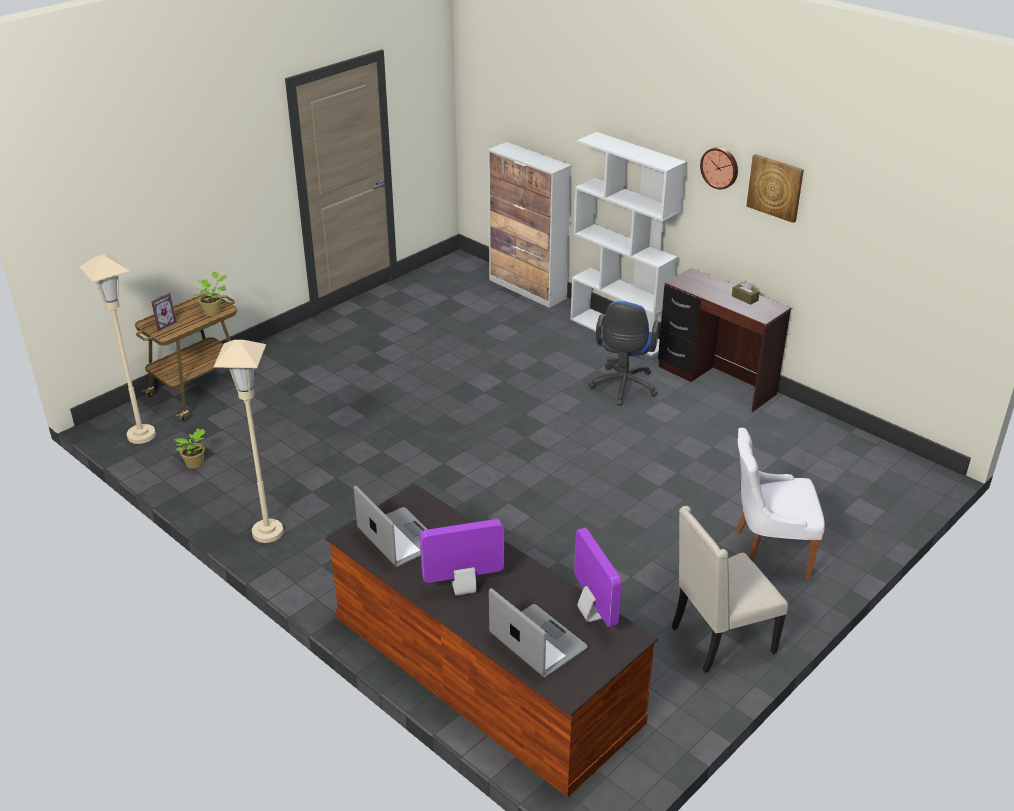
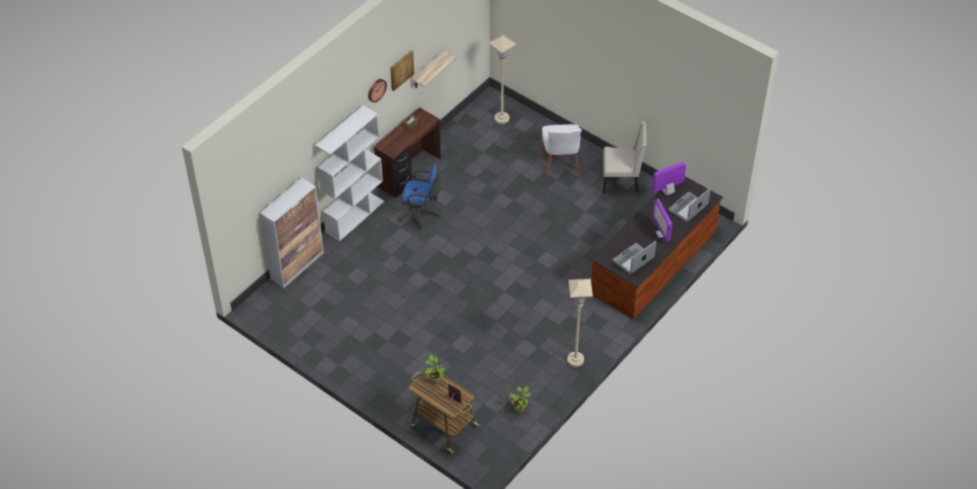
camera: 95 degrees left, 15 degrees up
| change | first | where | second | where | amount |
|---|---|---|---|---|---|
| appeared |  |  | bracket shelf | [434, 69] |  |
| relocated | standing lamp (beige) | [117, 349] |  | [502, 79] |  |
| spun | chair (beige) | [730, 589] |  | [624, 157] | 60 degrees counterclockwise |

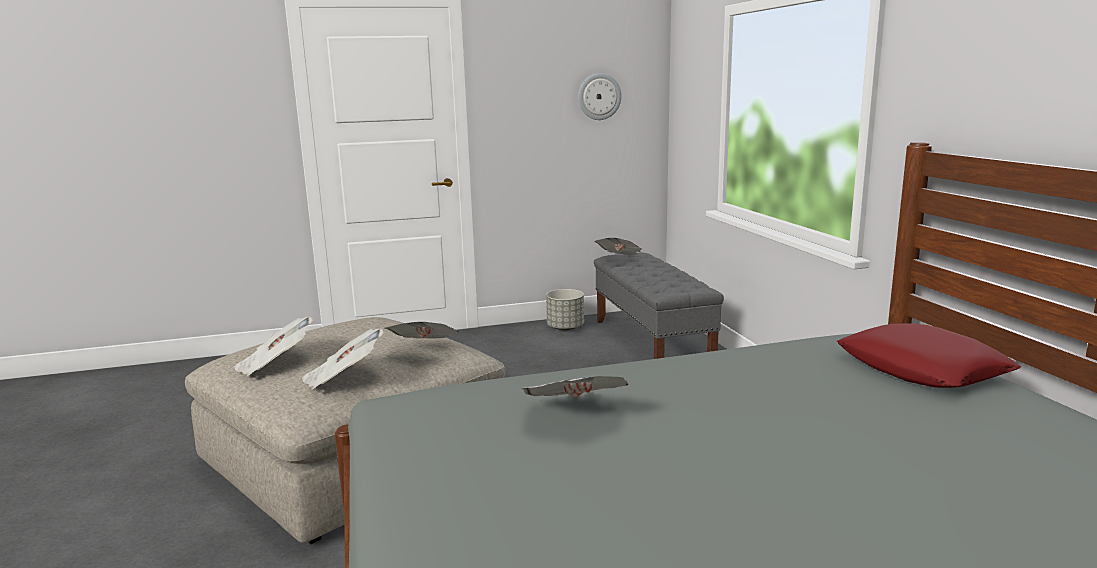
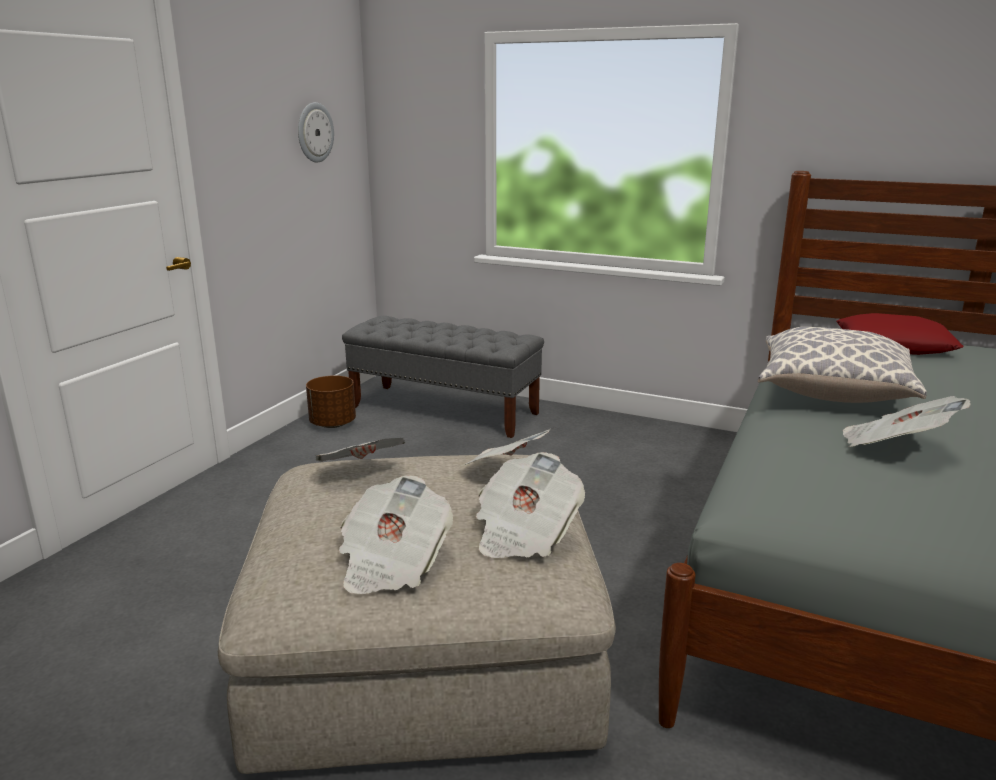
camera: 50 degrees left, 5 degrees up
| change | first | where | second | where | amount |
|---|---|---|---|---|---|
| appeared |  |  | cushion | [842, 365] |  |
| relocated | daily paper | [618, 246] |  | [361, 449] |  |
| colour | flower pot (gray) | [565, 310] | flower pot (brown-coloured) | [331, 401] |  |

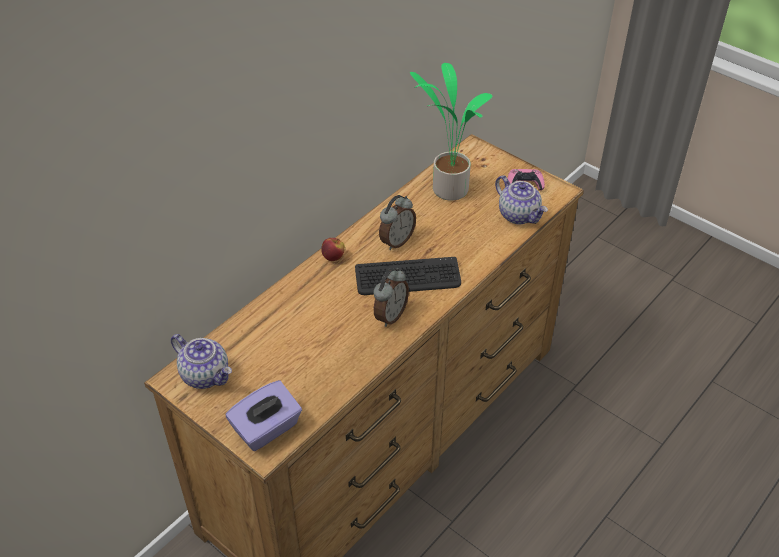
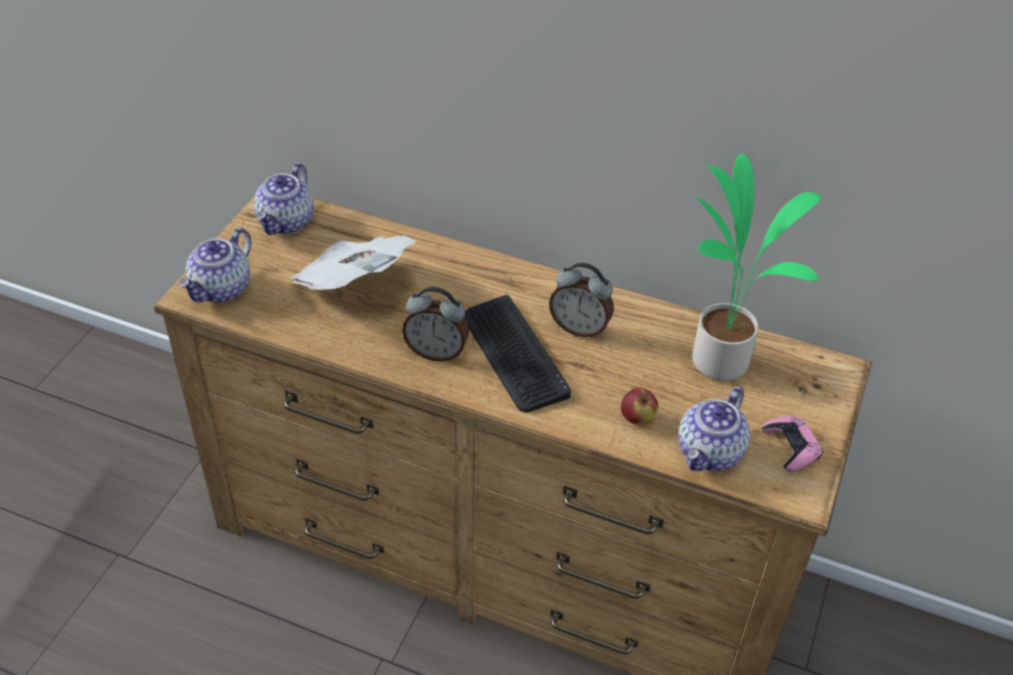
camera: 70 degrees right, 0 degrees up
| change | first | where | second | where | amount |
|---|---|---|---|---|---|
| appeared |  |  | daily paper | [352, 262] |  |
| relocated | whole apple | [333, 249] |  | [640, 406] |  |
| exchanged | tissue holder (purplish) | [264, 415] | pot for tea | [215, 265] |  |

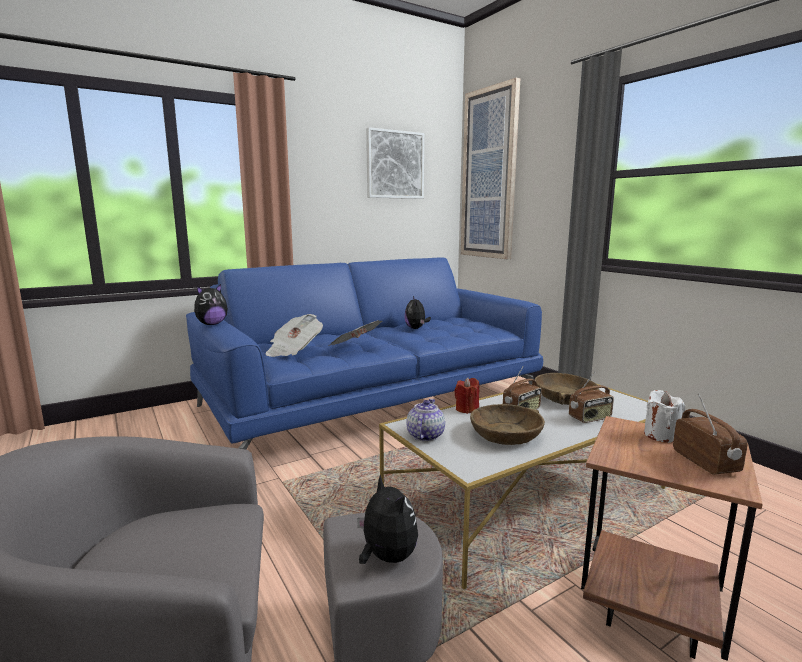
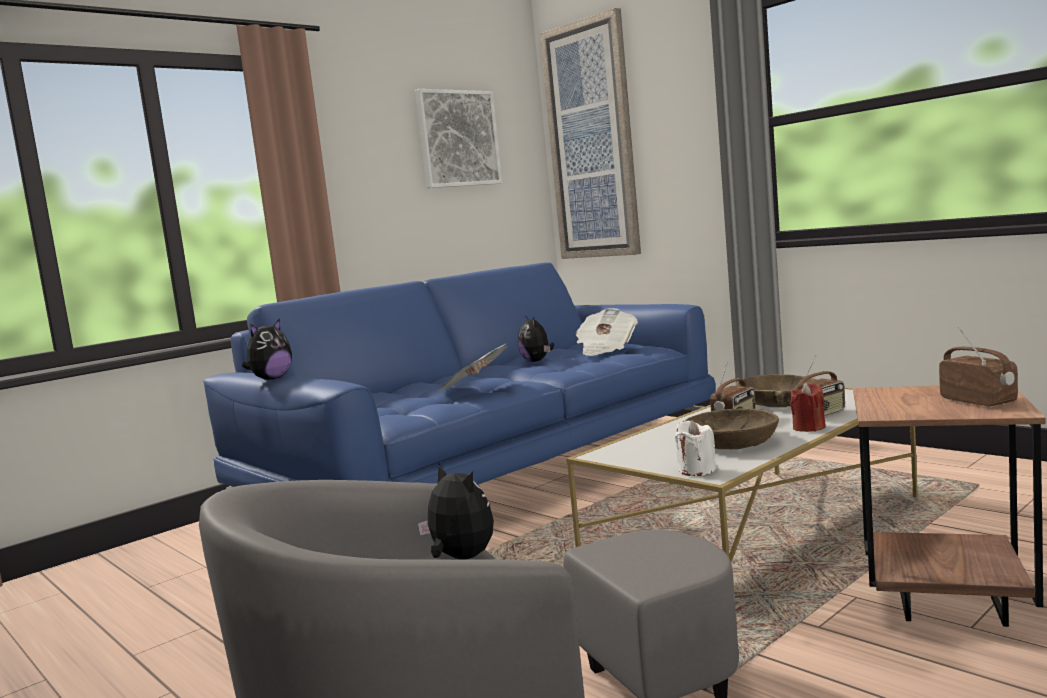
camera: 10 degrees left, 5 degrees down
| change | first | where | second | where | amount |
|---|---|---|---|---|---|
| missing | pot for tea | [425, 420] |  |  |  |
| relocated | daily paper | [294, 335] |  | [606, 332] |  |
| relocated | cuddly toy | [387, 519] |  | [456, 511] |  |
| relocated | wax candle (reddish) | [466, 395] |  | [808, 407] |  |
| relocated | wax candle (whitish) | [664, 416] |  | [696, 448] |  |

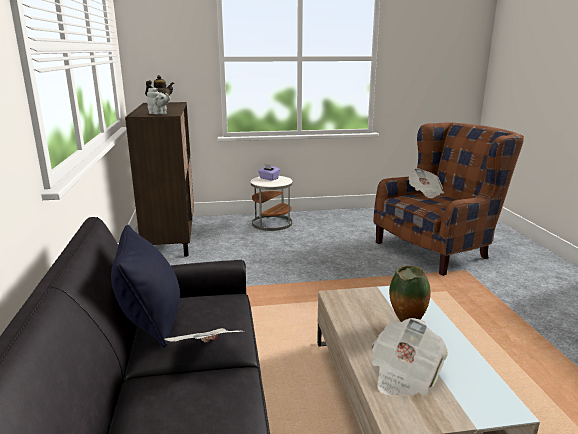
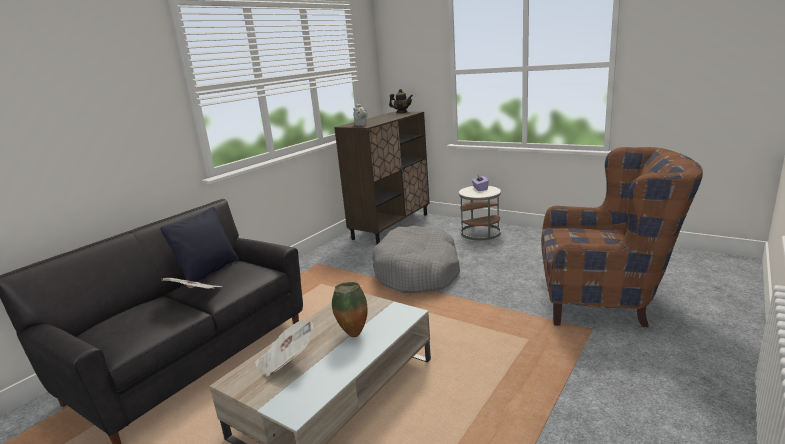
camera: 45 degrees right, 0 degrees up
| change | first | where | second | where | amount |
|---|---|---|---|---|---|
| missing | daily paper | [426, 183] |  |  |  |
| appeared |  |  | dog bed (gray) | [416, 259] |  |

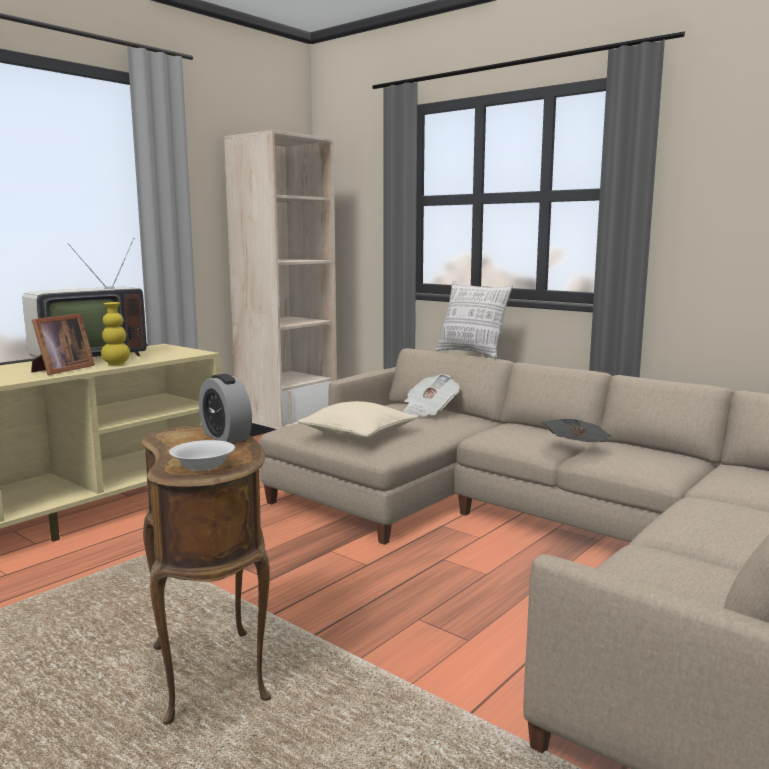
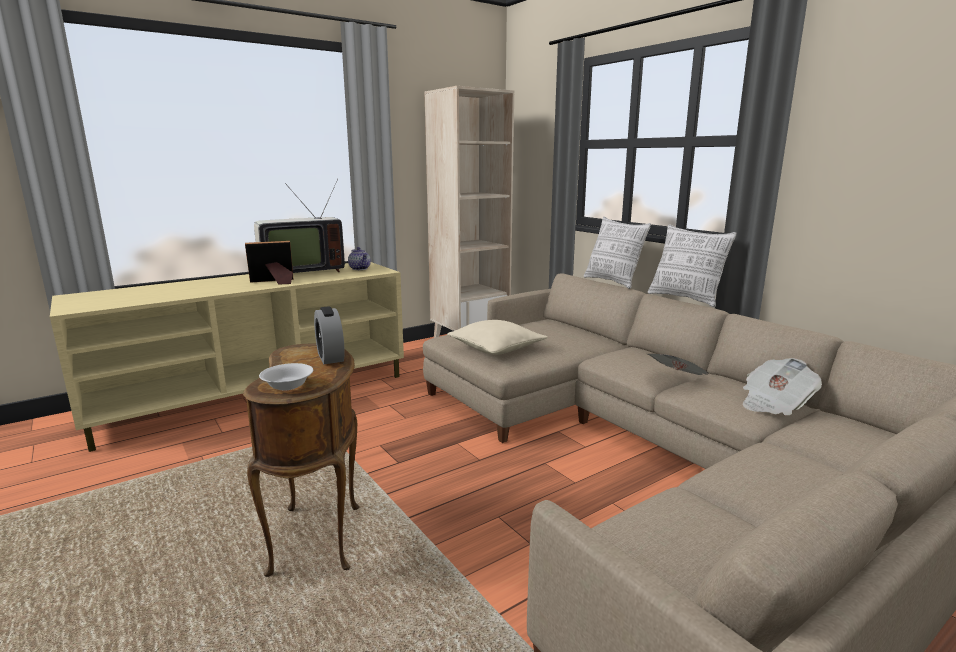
camera: 15 degrees right, 5 degrees up
| change | first | where | second | where | amount |
|---|---|---|---|---|---|
| missing | decorative vase (yellow-coloured) | [115, 333] |  |  |  |
| appeared |  |  | pot for tea | [359, 258] |  |
| appeared |  |  | cushion | [692, 265] |  |
| relocated | daily paper | [431, 395] |  | [782, 386] |  |
| spun | standing frame | [63, 344] |  | [269, 263] | 150 degrees counterclockwise |

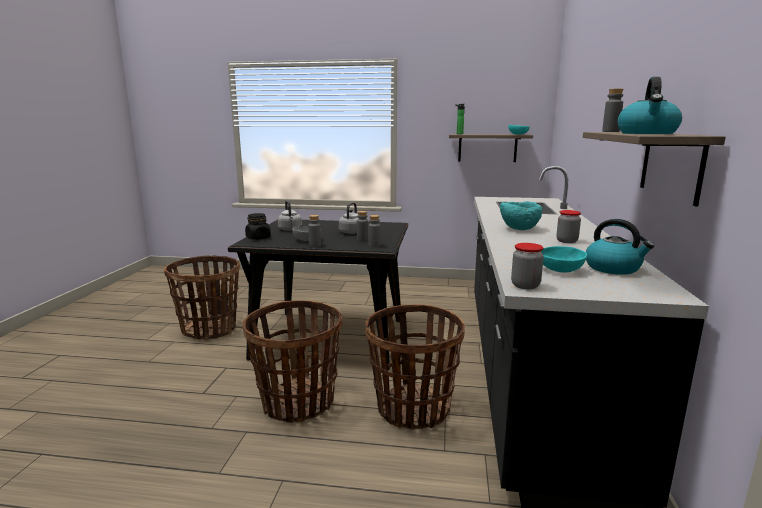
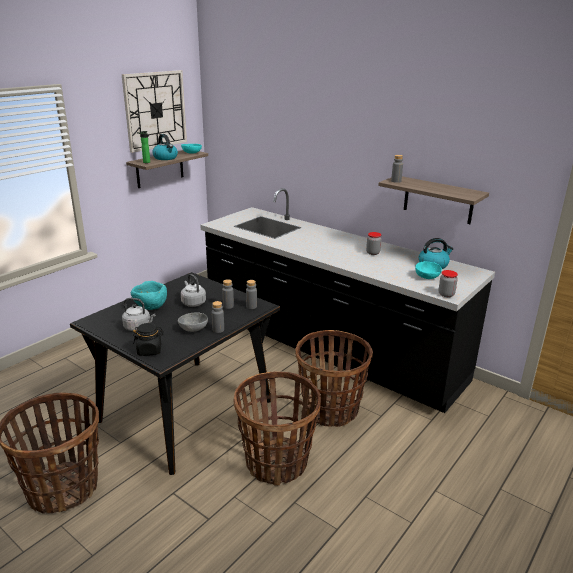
camera: 60 degrees left, 10 degrees up
| change | first | where | second | where | amount |
|---|---|---|---|---|---|
| appeared |  |  | hanging clock | [154, 111] |  |
| relocated | deep dish (turquoise-coloured) | [521, 215] |  | [149, 295] |  |
| relocated | water kettle | [650, 105] |  | [165, 147] |  |

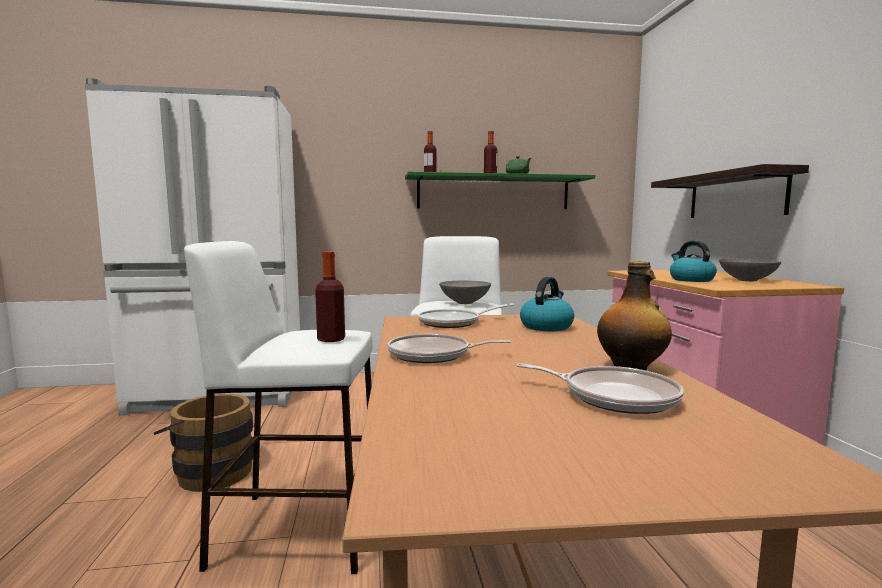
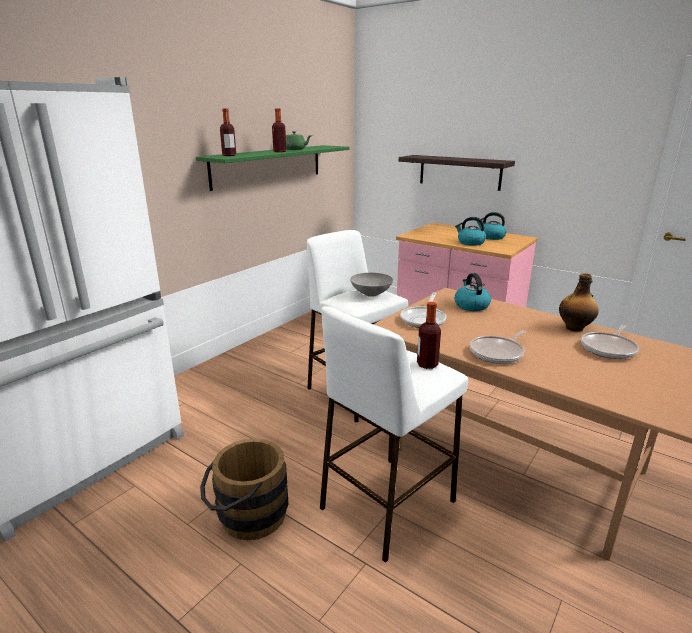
camera: 45 degrees left, 15 degrees up
| change | first | where | second | where | amount |
|---|---|---|---|---|---|
| exchanged | deep dish (gray) | [750, 270] | water kettle | [492, 226] |  |
| spun | skillet | [600, 388] |  | [610, 342] | 150 degrees clockwise |

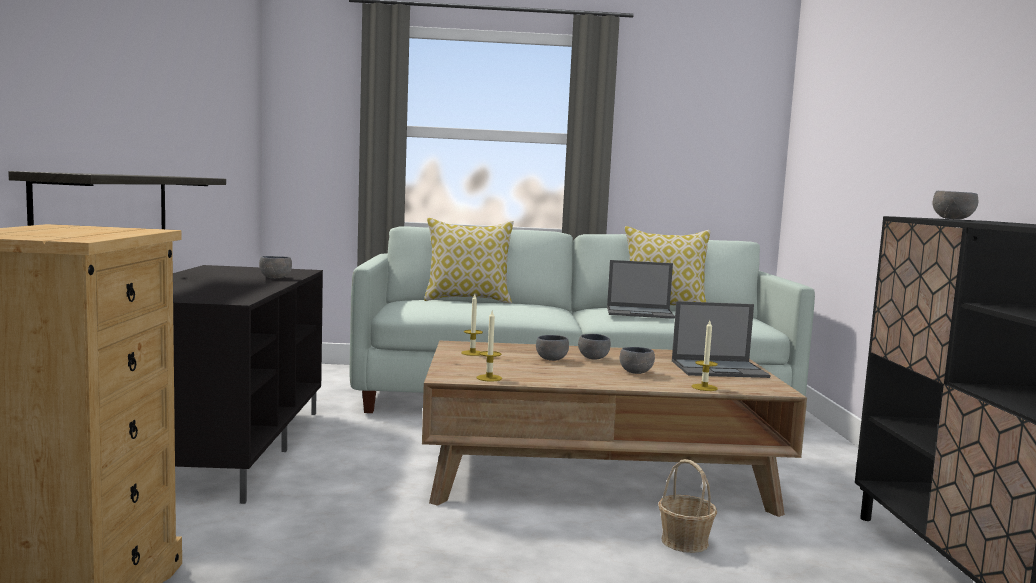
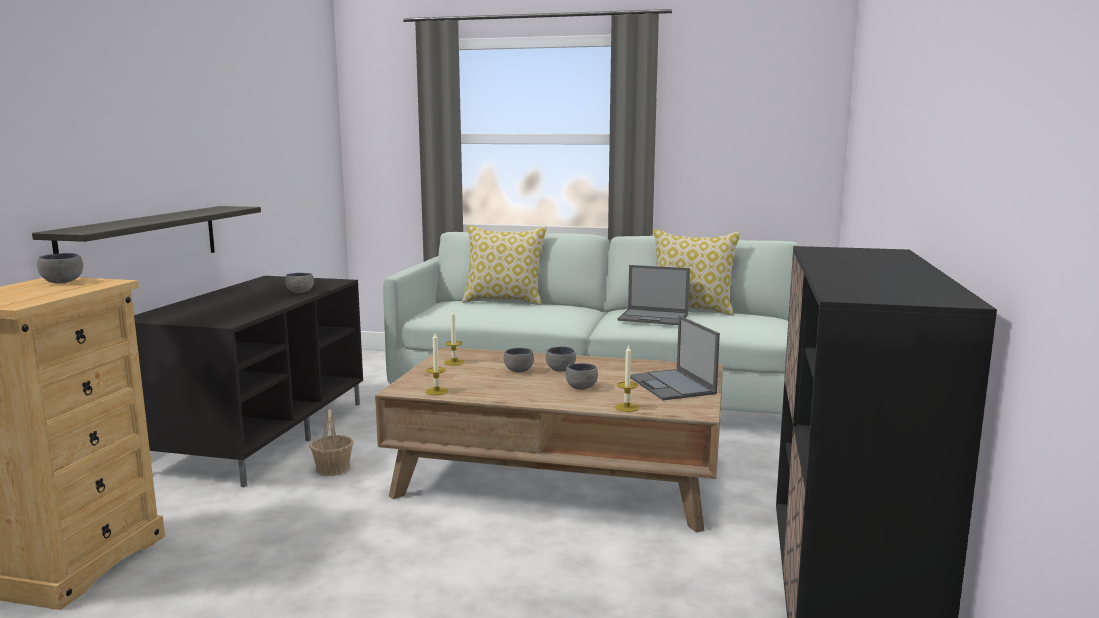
camera: 15 degrees right, 5 degrees up
| change | first | where | second | where | amount |
|---|---|---|---|---|---|
| relocated | household basket | [687, 506] |  | [331, 442] |  |
| relocated | deep dish (gray) | [955, 205] |  | [60, 268] |  |
| spun | laptop | [721, 339] |  | [675, 358] | 60 degrees clockwise |

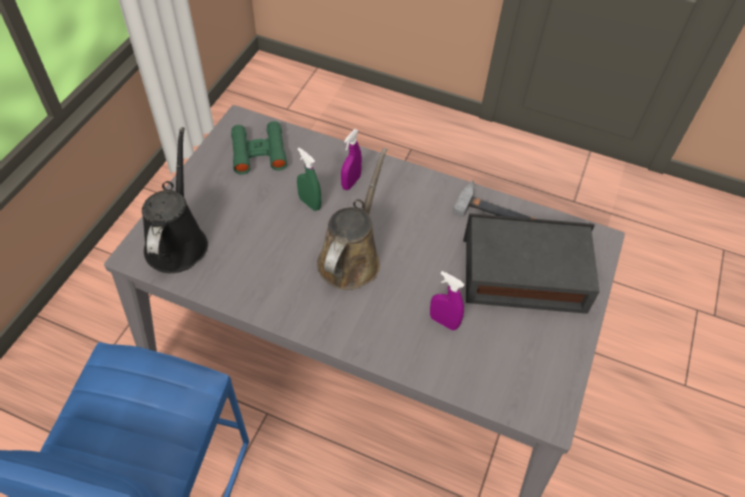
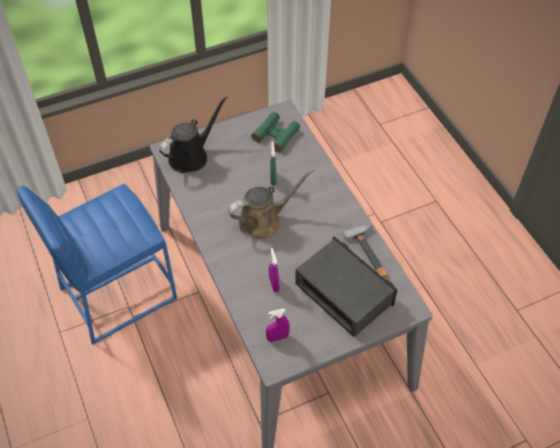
camera: 45 degrees right, 0 degrees up
| change | first | where | second | where | amount |
|---|---|---|---|---|---|
| relocated | hand sprayer (purplish) | [351, 159] |  | [278, 325] |  |

